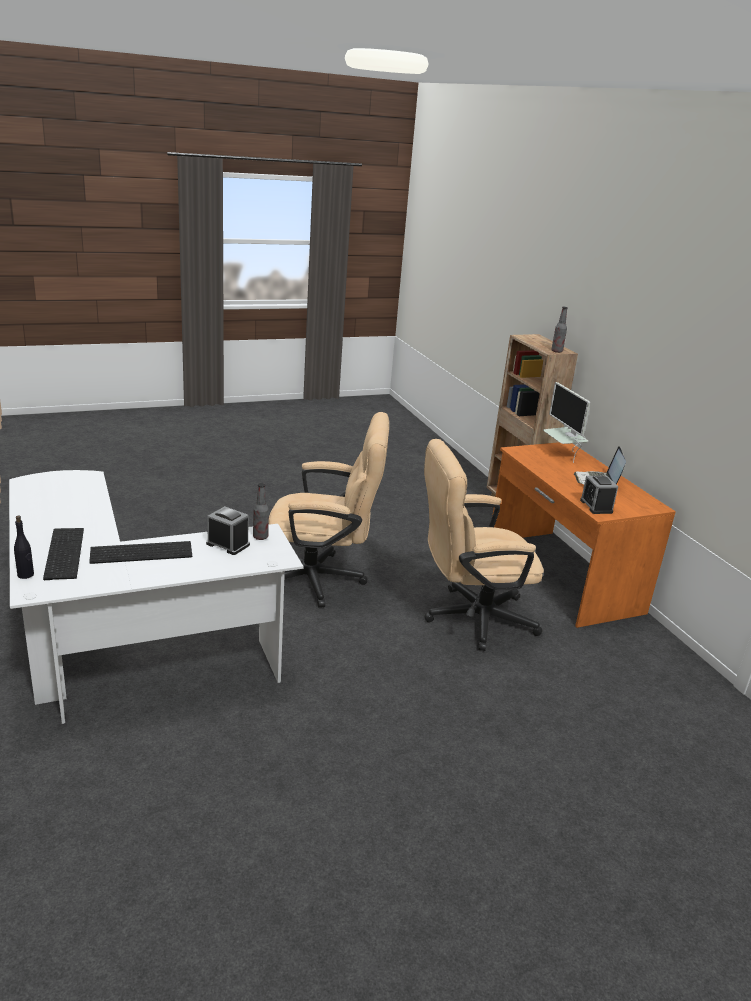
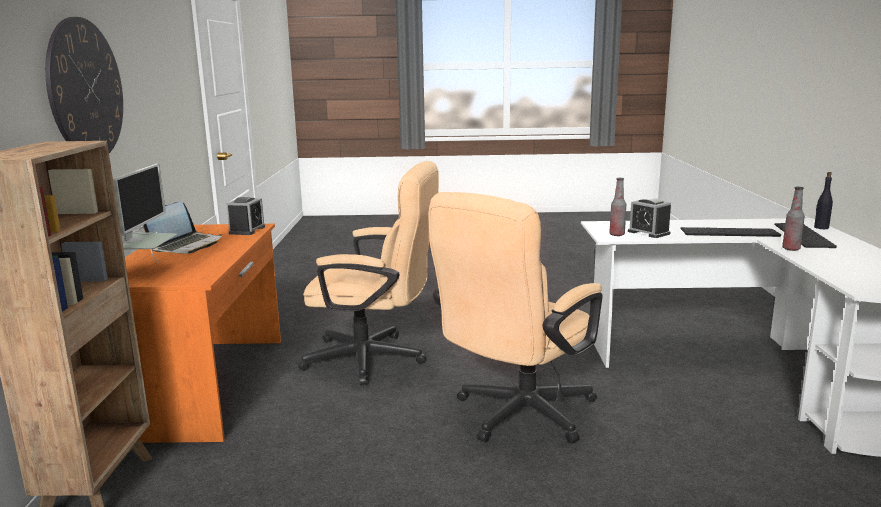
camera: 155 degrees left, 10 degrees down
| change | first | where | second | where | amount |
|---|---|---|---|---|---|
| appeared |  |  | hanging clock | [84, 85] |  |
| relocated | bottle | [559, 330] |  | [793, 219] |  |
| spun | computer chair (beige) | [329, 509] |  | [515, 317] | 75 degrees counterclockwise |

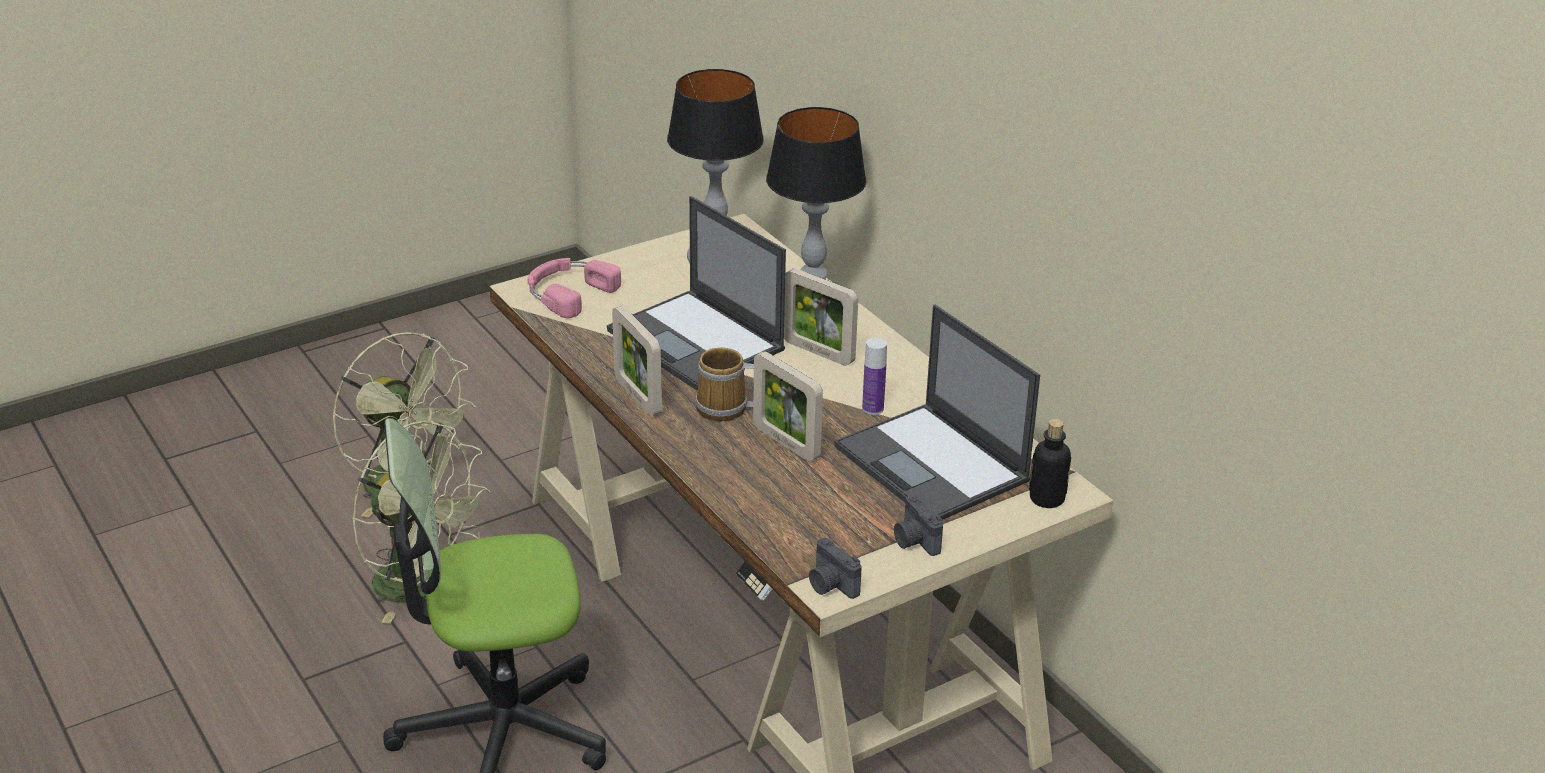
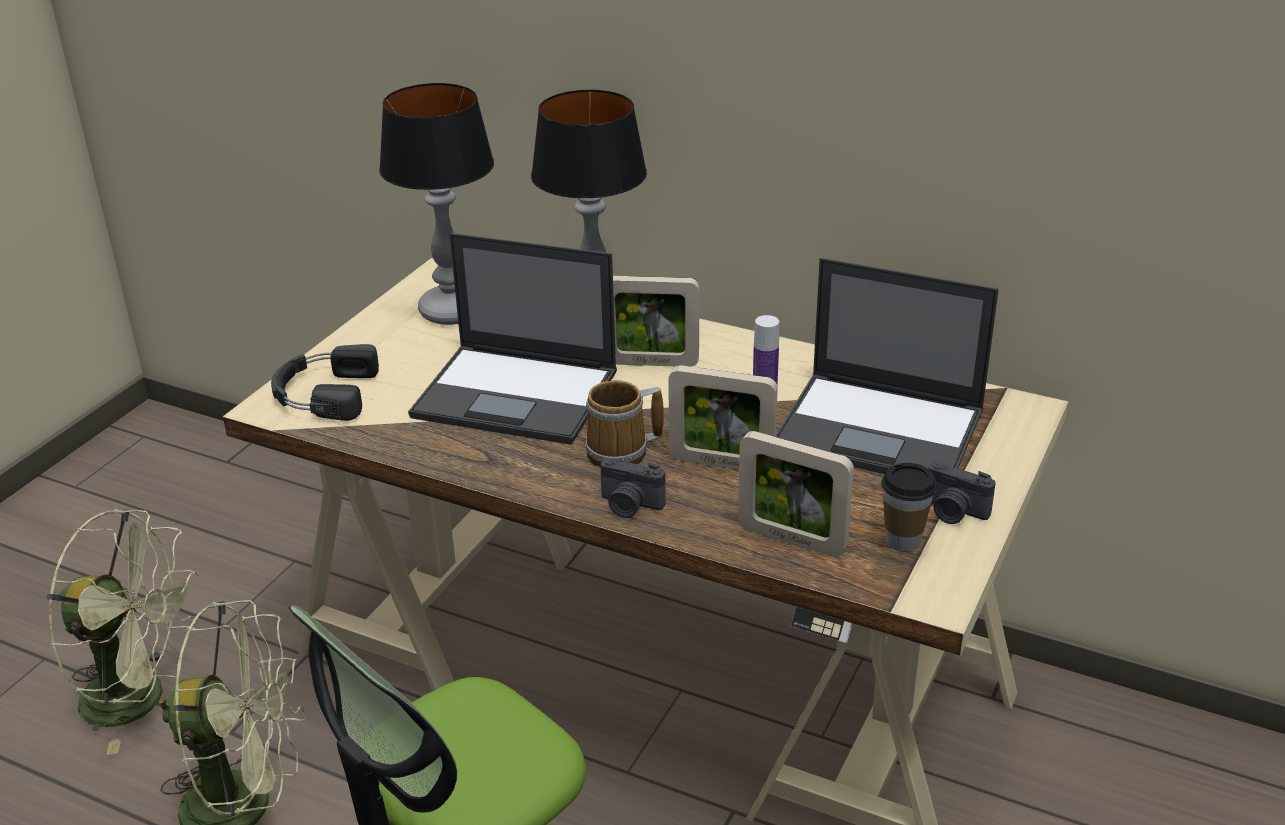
camera: 30 degrees left, 0 degrees up
| change | first | where | second | where | amount |
|---|---|---|---|---|---|
| missing | bottle | [1050, 463] |  |  |  |
| appeared |  |  | cup | [909, 507] |  |
| relocated | standing frame | [637, 361] |  | [796, 494] |  |
| relocated | photo camera | [835, 568] |  | [633, 488] |  |
| colour | headphones (pink) | [574, 288] | headphones (black) | [325, 382] |  |

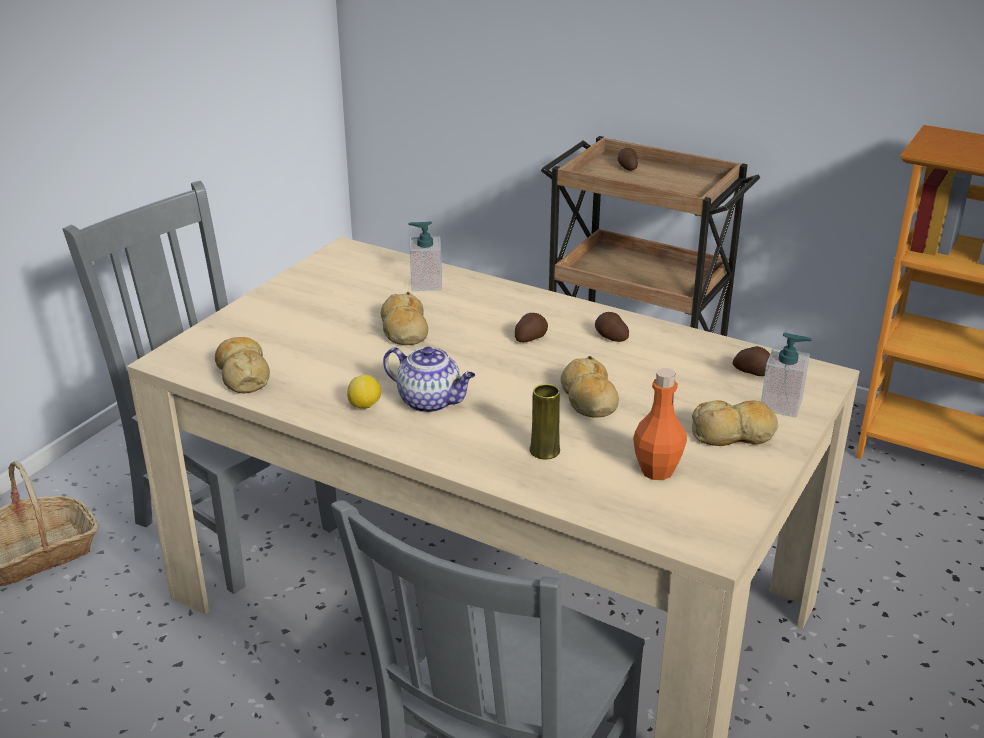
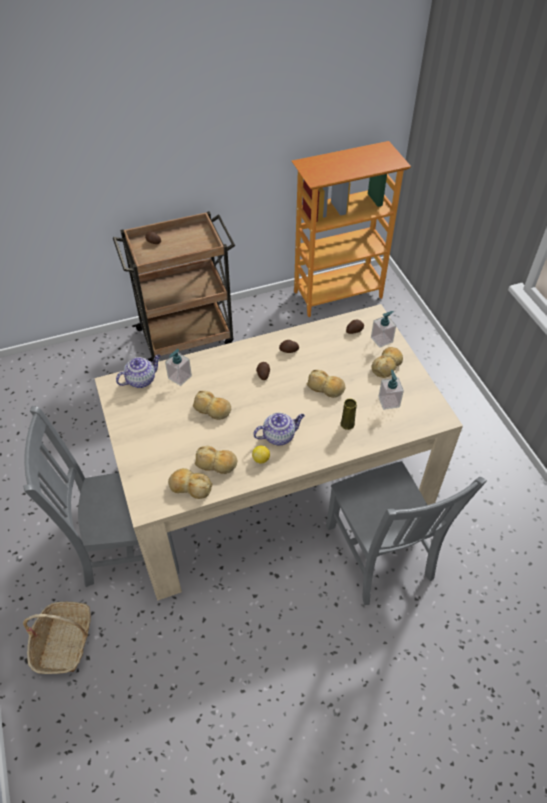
camera: 50 degrees left, 20 degrees up
| change | first | where | second | where | amount |
|---|---|---|---|---|---|
| appeared |  |  | pot for tea | [138, 371] |  |
| appeared |  |  | bakery bread | [216, 460] |  |
| exchanged | bottle (orangey) | [660, 424] | liquid soap bottle | [391, 390] |  |

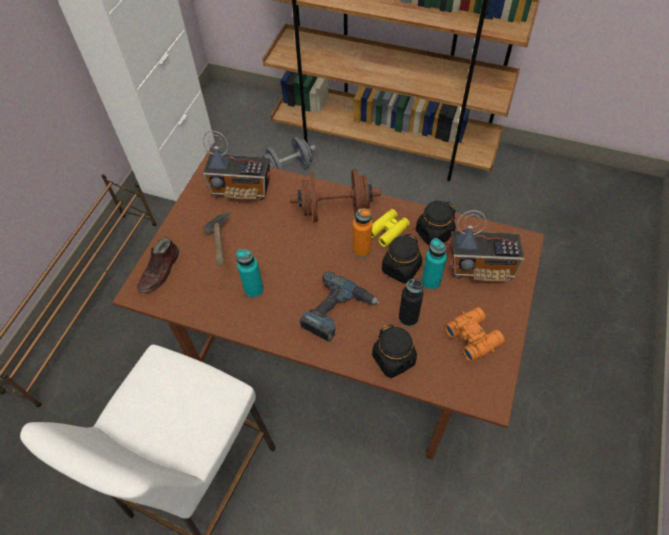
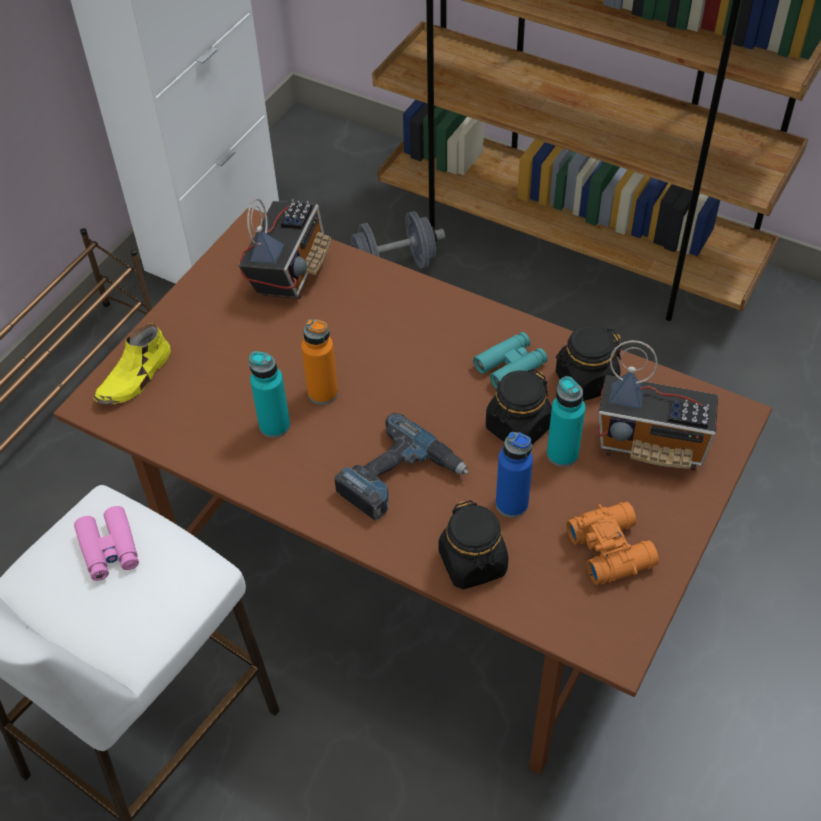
camera: 10 degrees right, 5 degrees down
| change | first | where | second | where | amount |
|---|---|---|---|---|---|
| missing | hand hammer | [216, 238] |  |  |  |
| missing | hand weight (brown-coloured) | [335, 195] |  |  |  |
| appeared |  |  | pair of binoculars (pink) | [106, 543] |  |
| relocated | bottle (orangey) | [362, 233] |  | [319, 362] |  |
| colour | item of footwear (brown-coloured) | [158, 264] | item of footwear (yellow-coloured) | [132, 363] |  |
| colour | pair of binoculars (yellow-coloured) | [391, 228] | pair of binoculars (turquoise-coloured) | [510, 360] |  |
| colour | bottle (black) | [411, 303] | bottle (blue) | [514, 475] |  |
| spun | radio receiver | [236, 165] |  | [285, 248] | 90 degrees counterclockwise |

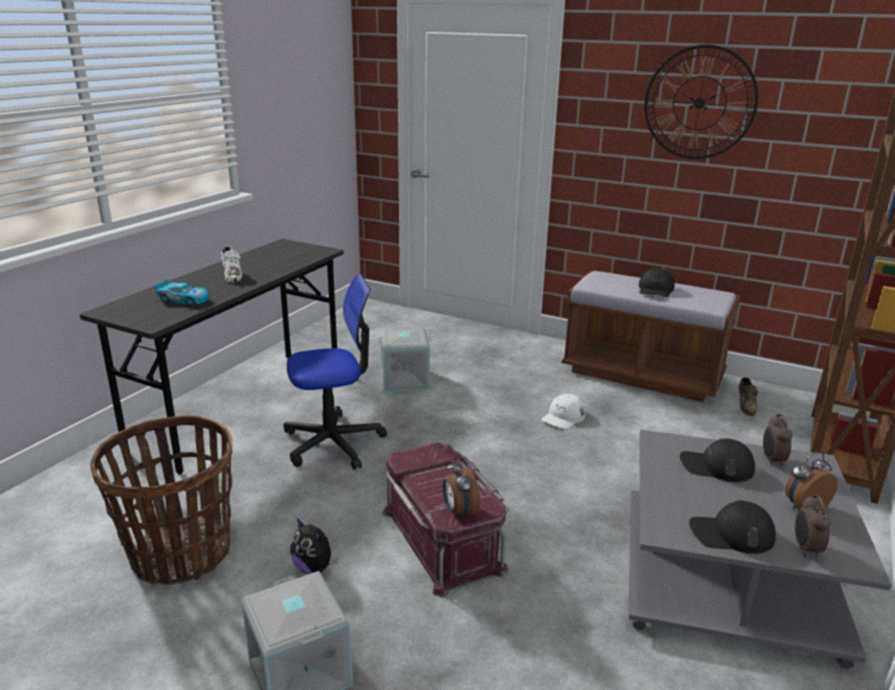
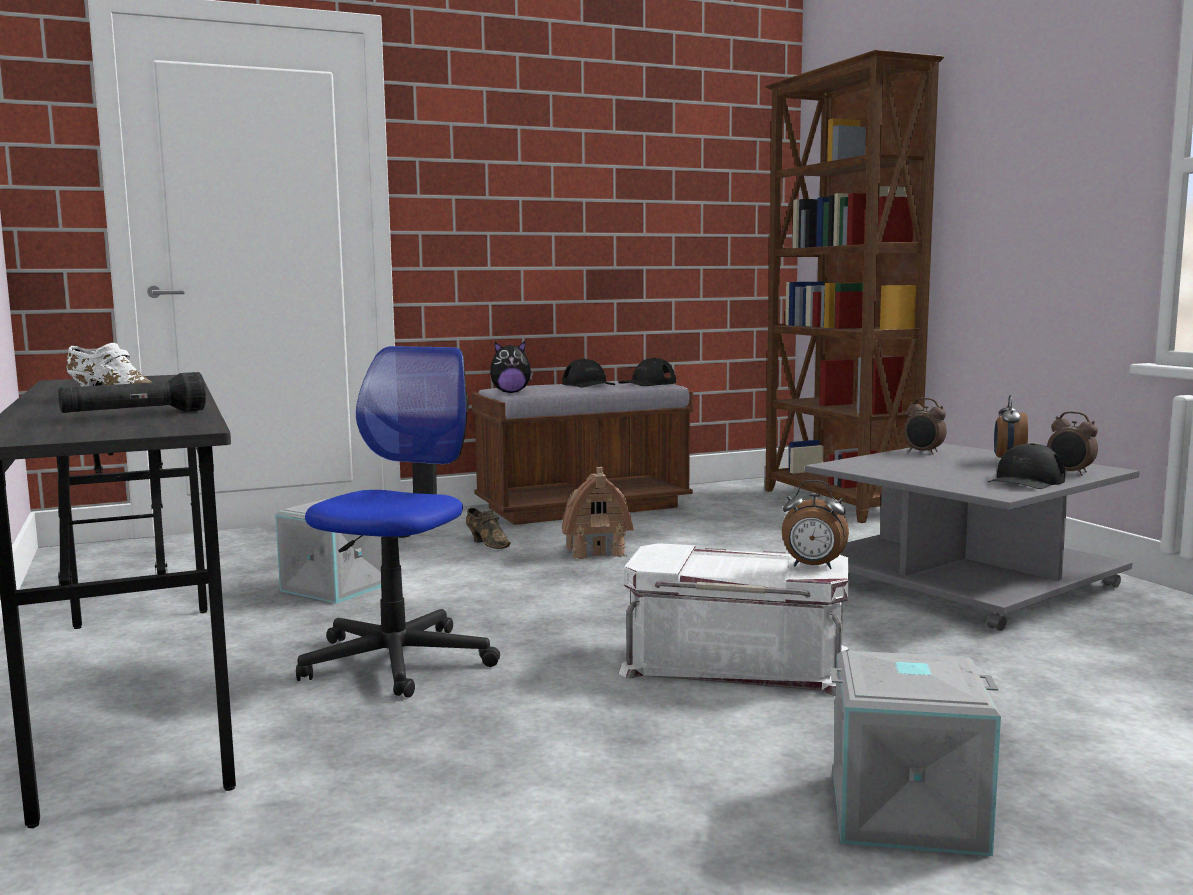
camera: 50 degrees left, 15 degrees down
| change | first | where | second | where | amount |
|---|---|---|---|---|---|
| missing | household basket | [161, 500] |  |  |  |
| missing | hanging clock | [701, 102] |  |  |  |
| relocated | cuddly toy | [314, 546] |  | [511, 367] |  |
| relocated | cap (black) | [717, 460] |  | [647, 372] |  |
| relocated | item of footwear (brown-coloured) | [749, 396] |  | [488, 528] |  |
| exchanged | model car | [182, 293] | hand torch (black) | [132, 392] |  |
| exchanged | cap (whitish) | [563, 411] | model house | [598, 513] |  |
| colour | storage container (reddish) | [445, 520] | storage container (whitish) | [733, 619] |  |

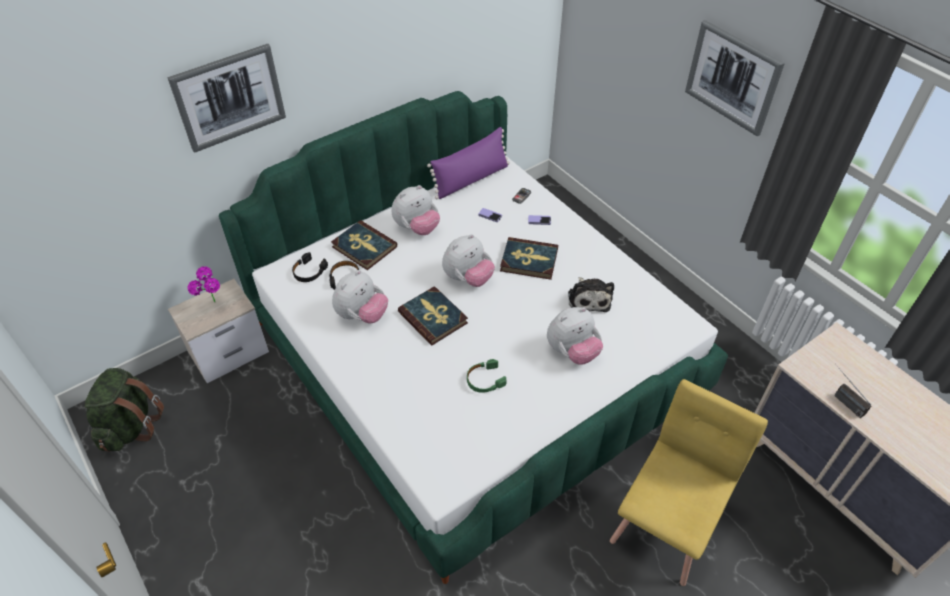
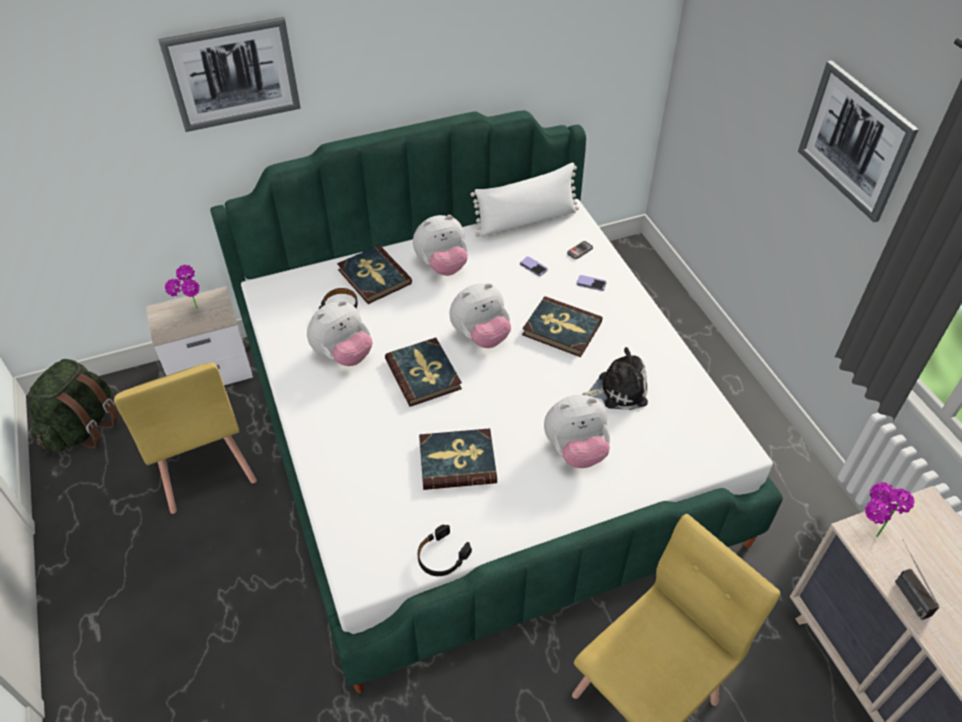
camera: 15 degrees right, 0 degrees up
| change | first | where | second | where | amount |
|---|---|---|---|---|---|
| appeared |  |  | chair (yellow-coloured) | [185, 438] |  |
| appeared |  |  | plant in a pot | [890, 509] |  |
| relocated | headphones (black) | [310, 267] |  | [445, 550] |  |
| exchanged | headphones (green-coloured) | [487, 376] | bound book | [458, 459] |  |
| colour | cushion (purplish) | [468, 163] | cushion (whitish) | [524, 200] |  |
| spun | cuddly toy | [591, 294] |  | [615, 378] | 105 degrees counterclockwise |

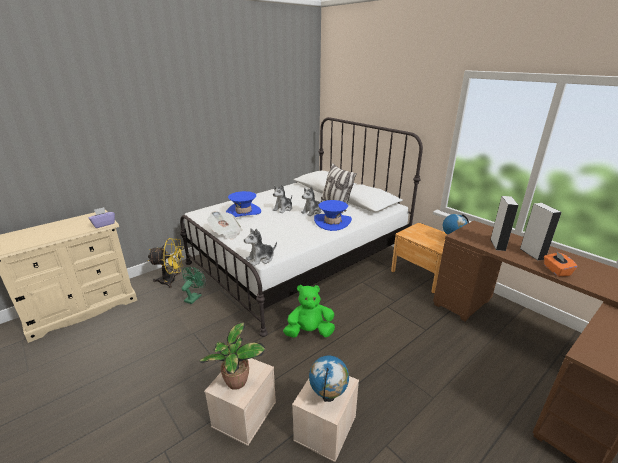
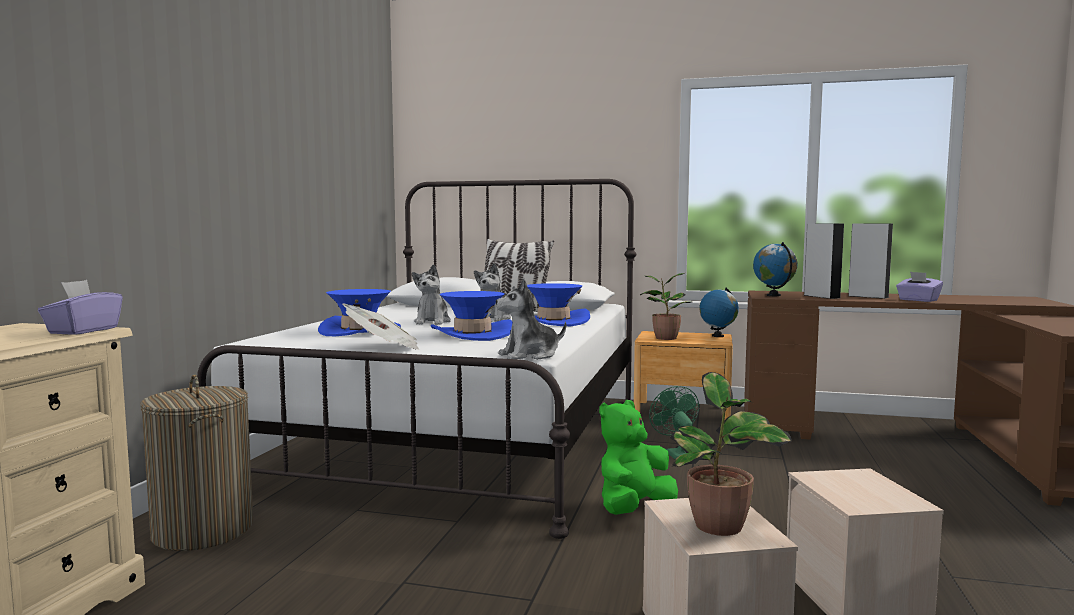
camera: 35 degrees left, 20 degrees down
| change | first | where | second | where | amount |
|---|---|---|---|---|---|
| appeared |  |  | wearable hat (blue) | [472, 316] |  |
| appeared |  |  | plant in a pot | [665, 306] |  |
| relocated | fan (green-coloured) | [193, 285] |  | [674, 422] |  |
| relocated | globe | [329, 378] |  | [775, 269] |  |
| exchanged | fan (yellow-coloured) | [166, 263] | hamper | [196, 462] |  |
| colour | tissue holder (orangey) | [560, 263] | tissue holder (purplish) | [919, 287] |  |
| spun | cuddly toy | [260, 247] |  | [531, 319] | 45 degrees clockwise |

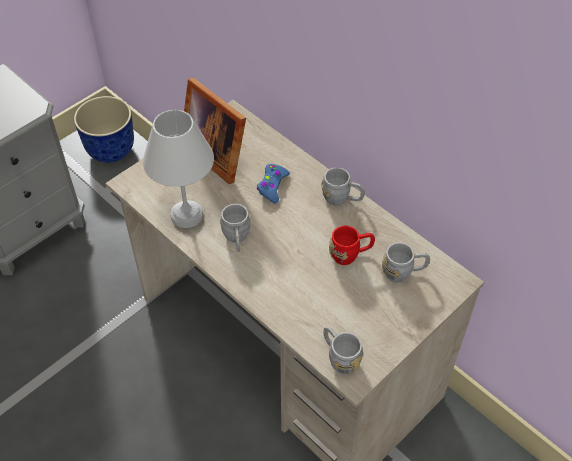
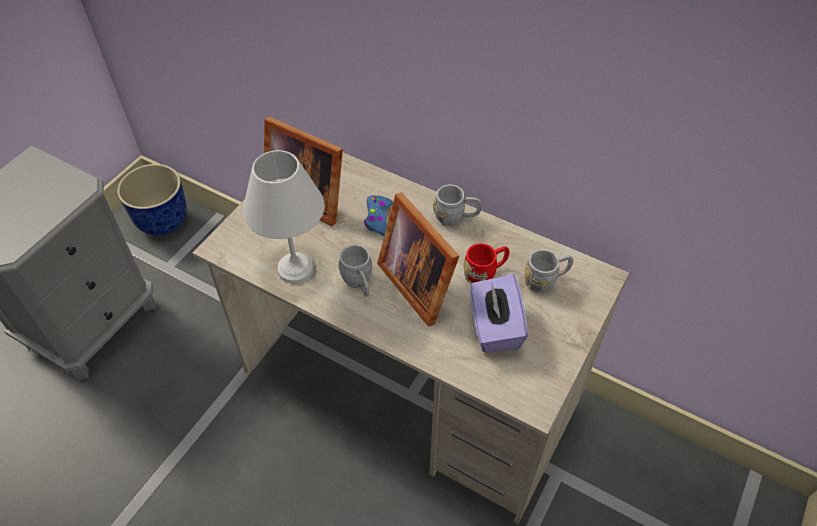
camera: 15 degrees left, 0 degrees up
| change | first | where | second | where | amount |
|---|---|---|---|---|---|
| missing | coffee mug (gray) | [343, 350] |  |  |  |
| appeared |  |  | standing frame | [418, 259] |  |
| appeared |  |  | tissue holder (purplish) | [499, 313] |  |

